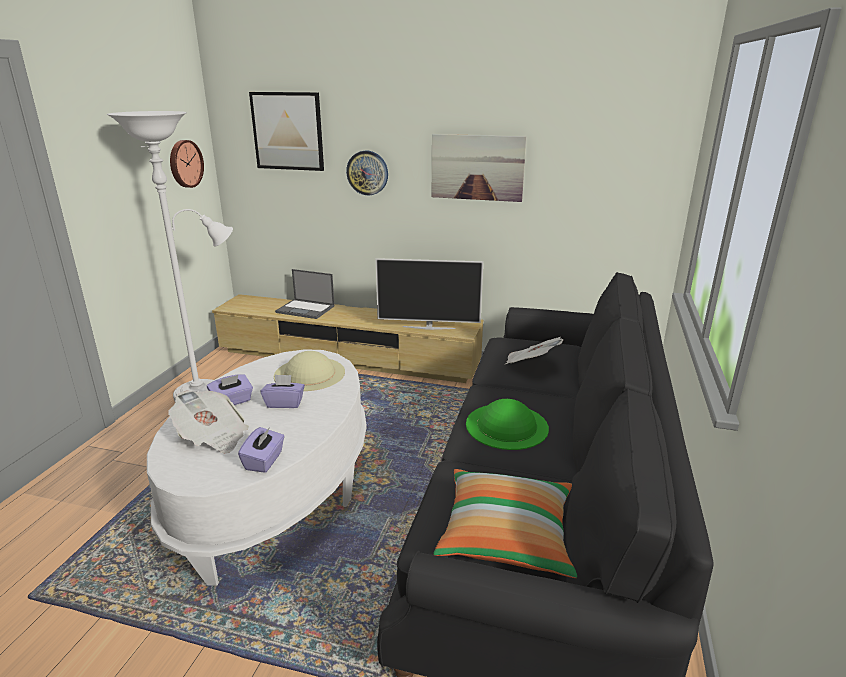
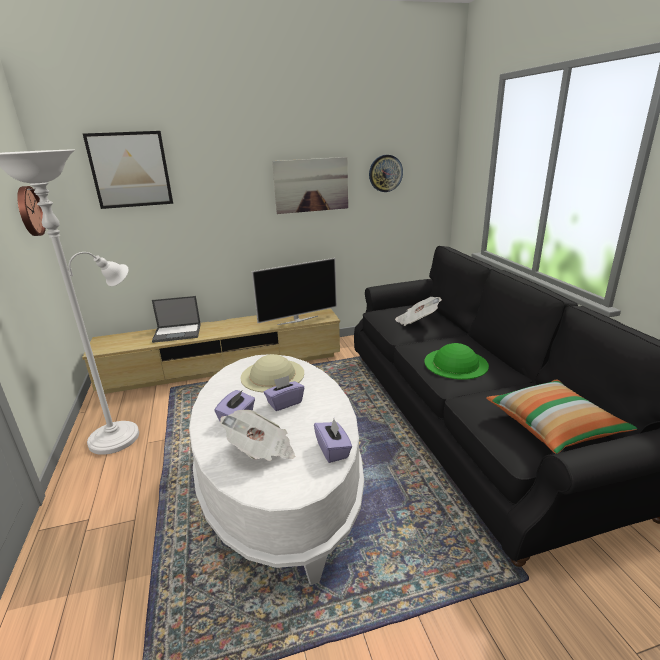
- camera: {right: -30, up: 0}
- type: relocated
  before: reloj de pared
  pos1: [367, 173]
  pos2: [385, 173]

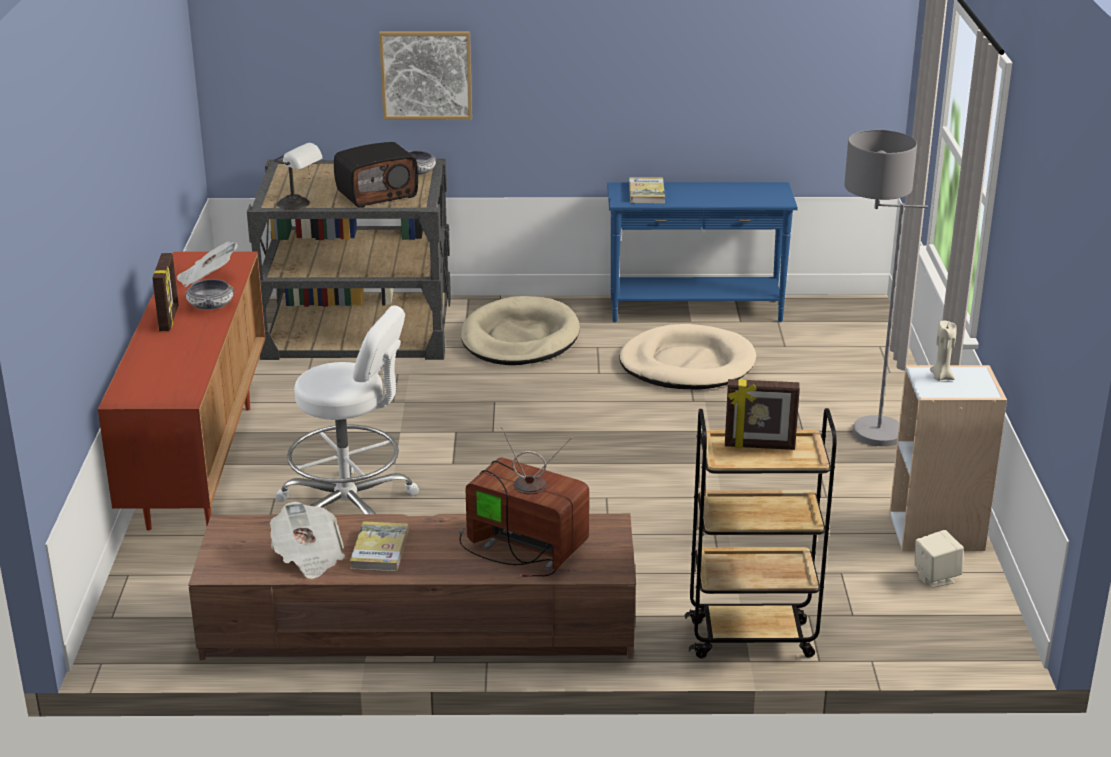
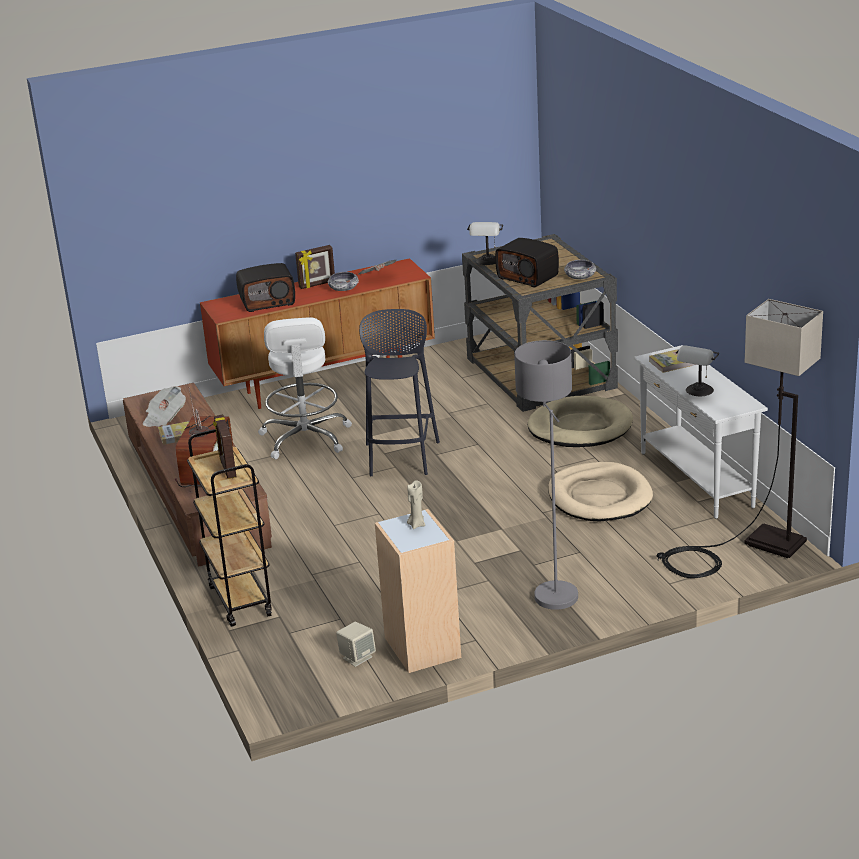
- camera: {right: 70, up: 0}
- type: appeared
  after: radio
  pos2: [267, 301]
- type: appeared
  after: taburete (gris)
  pos2: [401, 457]
- type: colour
  before: mesa consola (azul)
  after: mesa consola (blanco)
  pos1: [696, 310]
  pos2: [698, 479]
- type: appeared
  after: lámpara de pie
  pos2: [729, 553]
- type: appeared
  after: lámpara de mesa
  pos2: [698, 392]
- type: missing
  before: cuadro
  pos1: [426, 74]

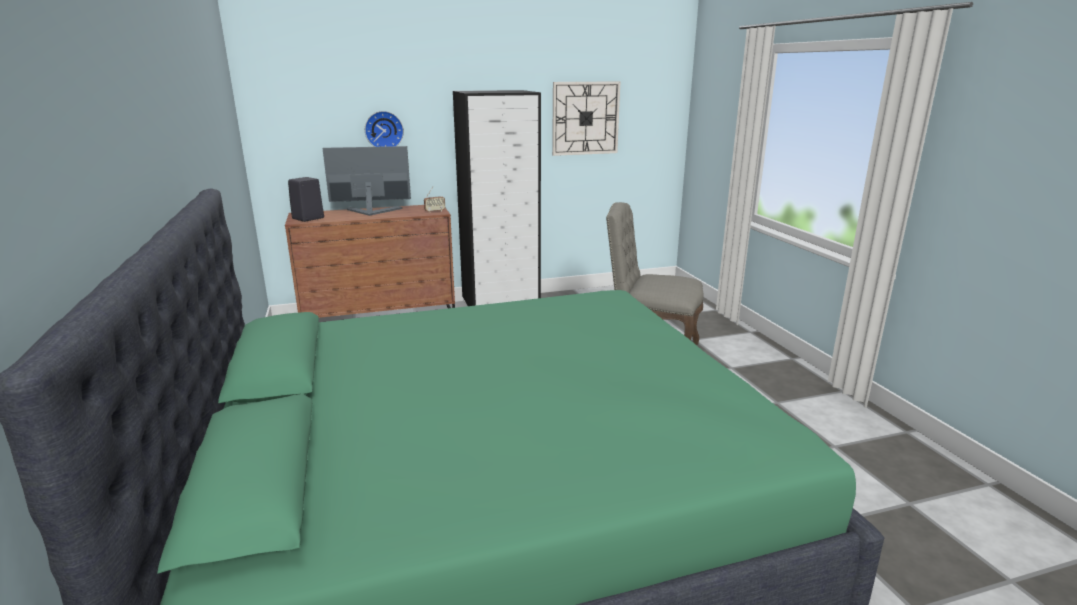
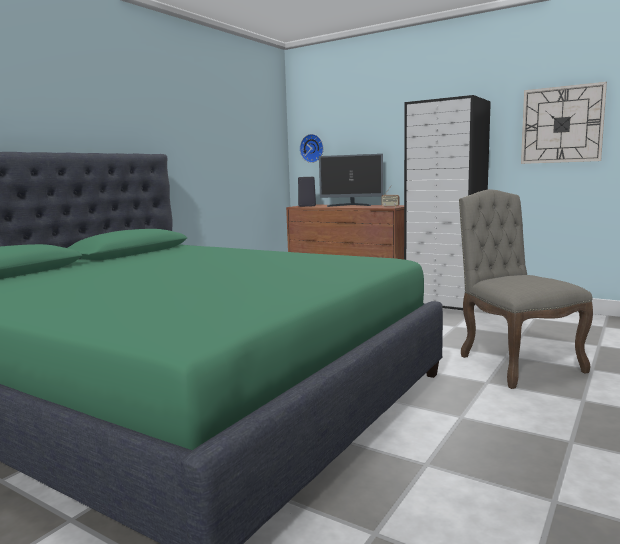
- camera: {right: 50, up: -10}
- type: relocated
  before: reloj de pared
  pos1: [384, 130]
  pos2: [312, 148]
- type: spun
  before: monitor
  pos1: [371, 211]
  pos2: [351, 205]
  turn: 150

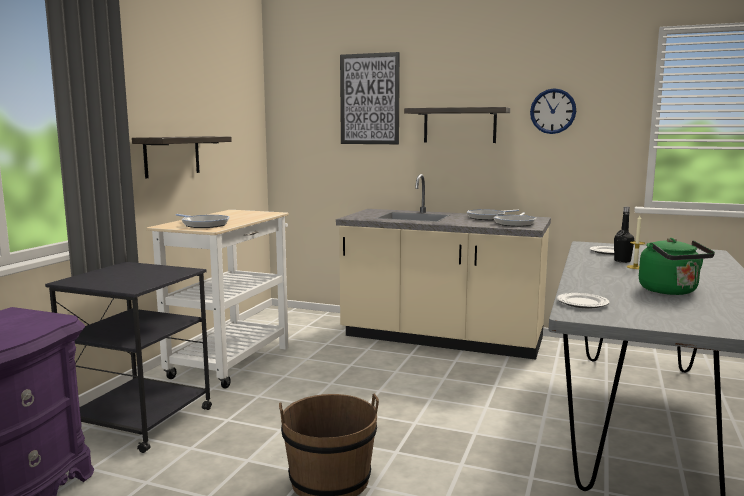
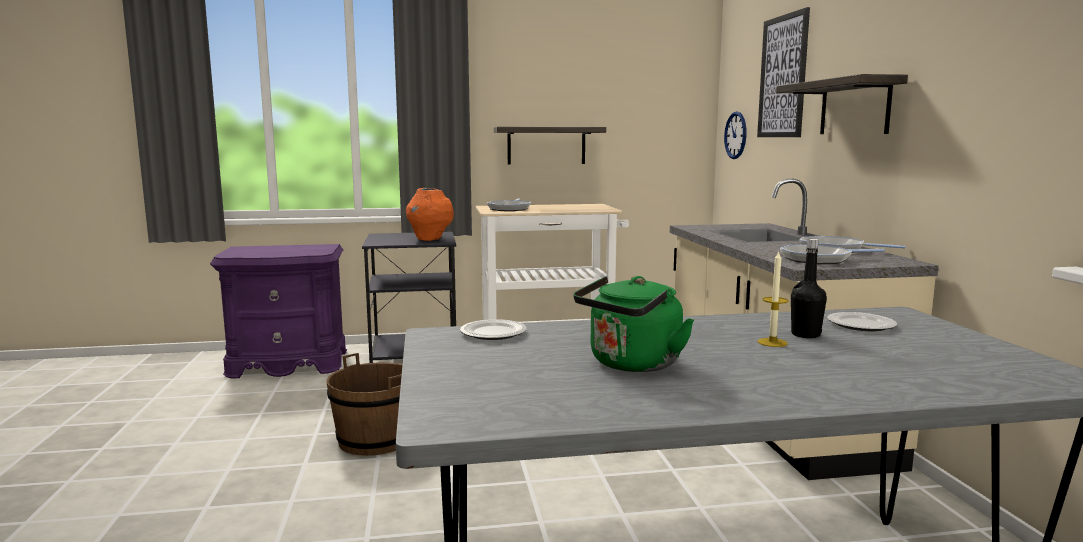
- camera: {right: 60, up: 0}
- type: appeared
  after: florero (naranja)
  pos2: [430, 239]
- type: relocated
  before: reloj de pared
  pos1: [553, 111]
  pos2: [736, 135]

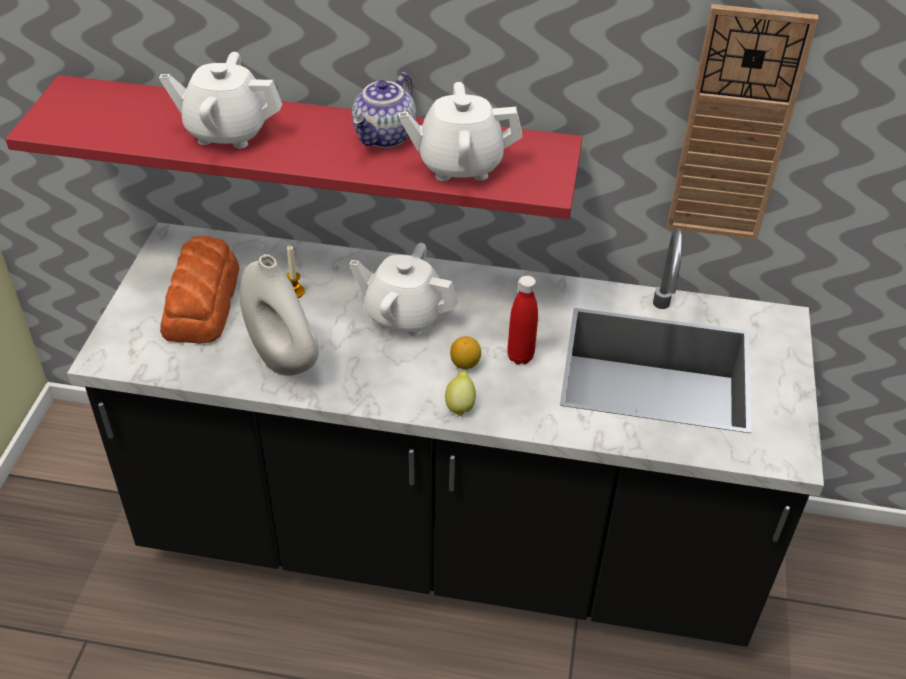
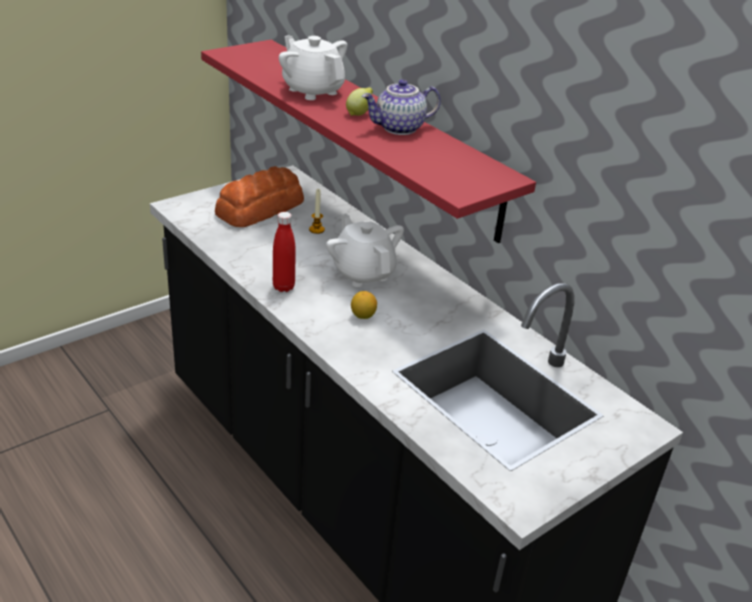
- camera: {right: 40, up: -10}
- type: relocated
  before: botella (rojo)
  pos1: [520, 356]
  pos2: [283, 287]
- type: relocated
  before: limón
  pos1: [460, 405]
  pos2: [359, 113]
- type: missing
  before: florero (blanco)
  pos1: [283, 358]
- type: missing
  before: tetera (blanco)
  pos1: [459, 164]
- type: missing
  before: reloj de pared
  pos1: [735, 128]

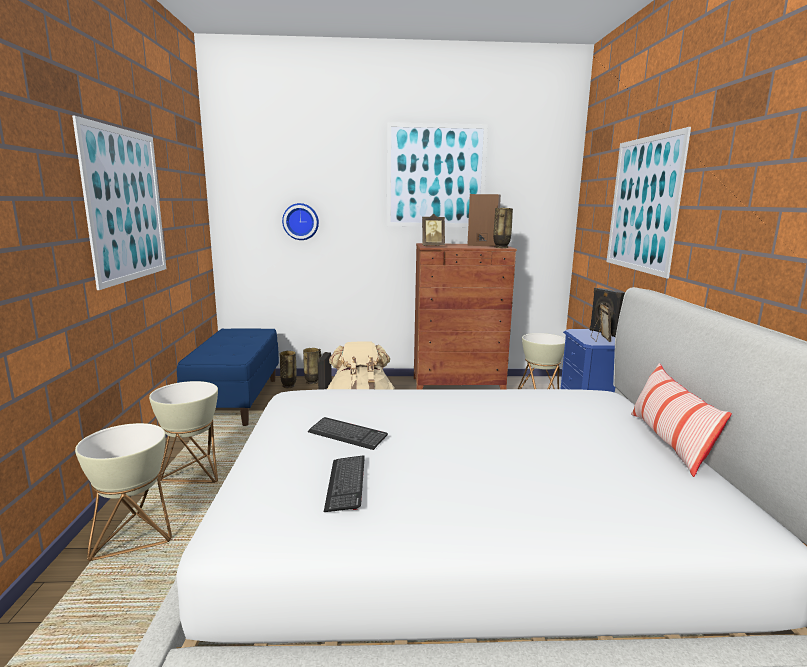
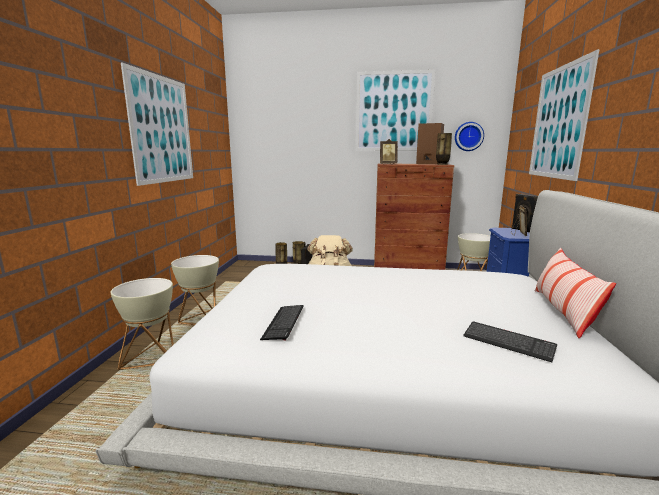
- camera: {right: 10, up: 0}
- type: relocated
  before: reloj de pared
  pos1: [301, 221]
  pos2: [468, 136]
- type: relocated
  before: teclado
  pos1: [347, 435]
  pos2: [508, 342]
- type: missing
  before: banco (azul)
  pos1: [236, 400]

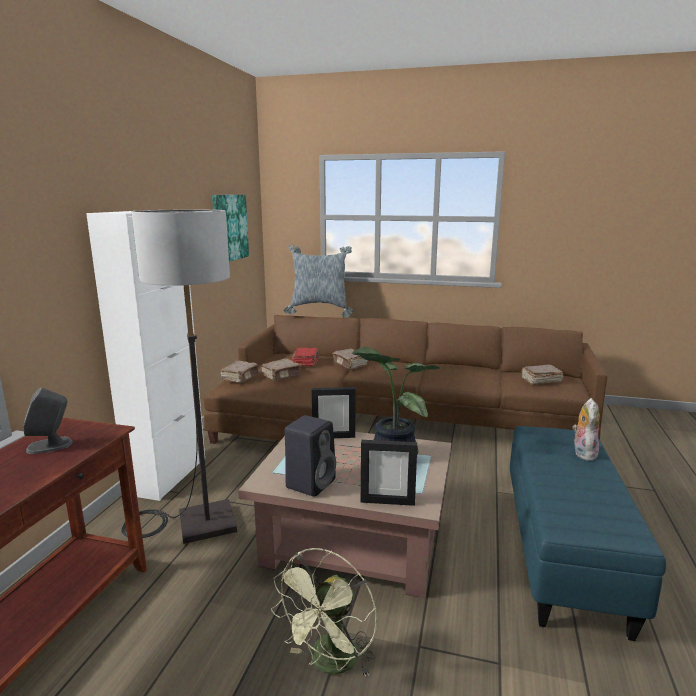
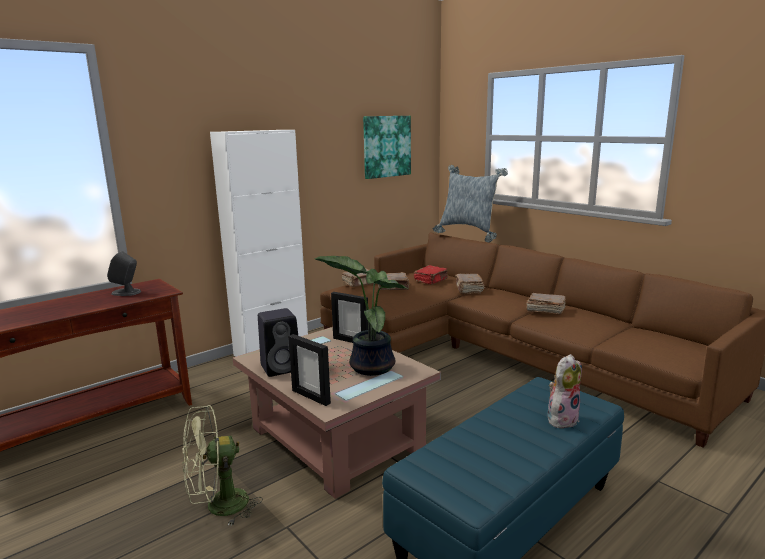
- camera: {right: 35, up: 0}
- type: relocated
  before: libro (marrón)
  pos1: [540, 381]
  pos2: [545, 310]
- type: missing
  before: lámpara de pie
  pos1: [189, 524]

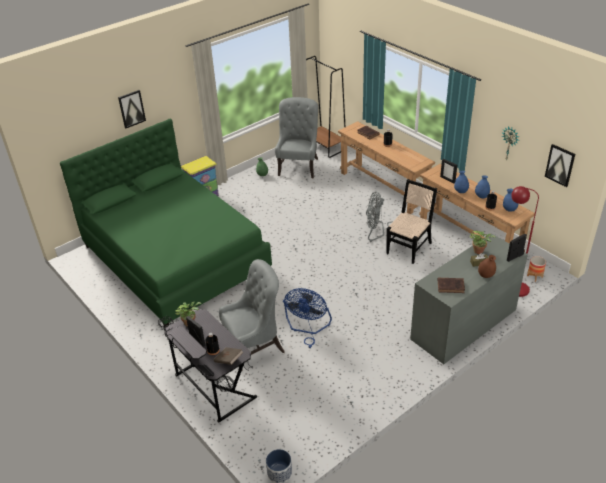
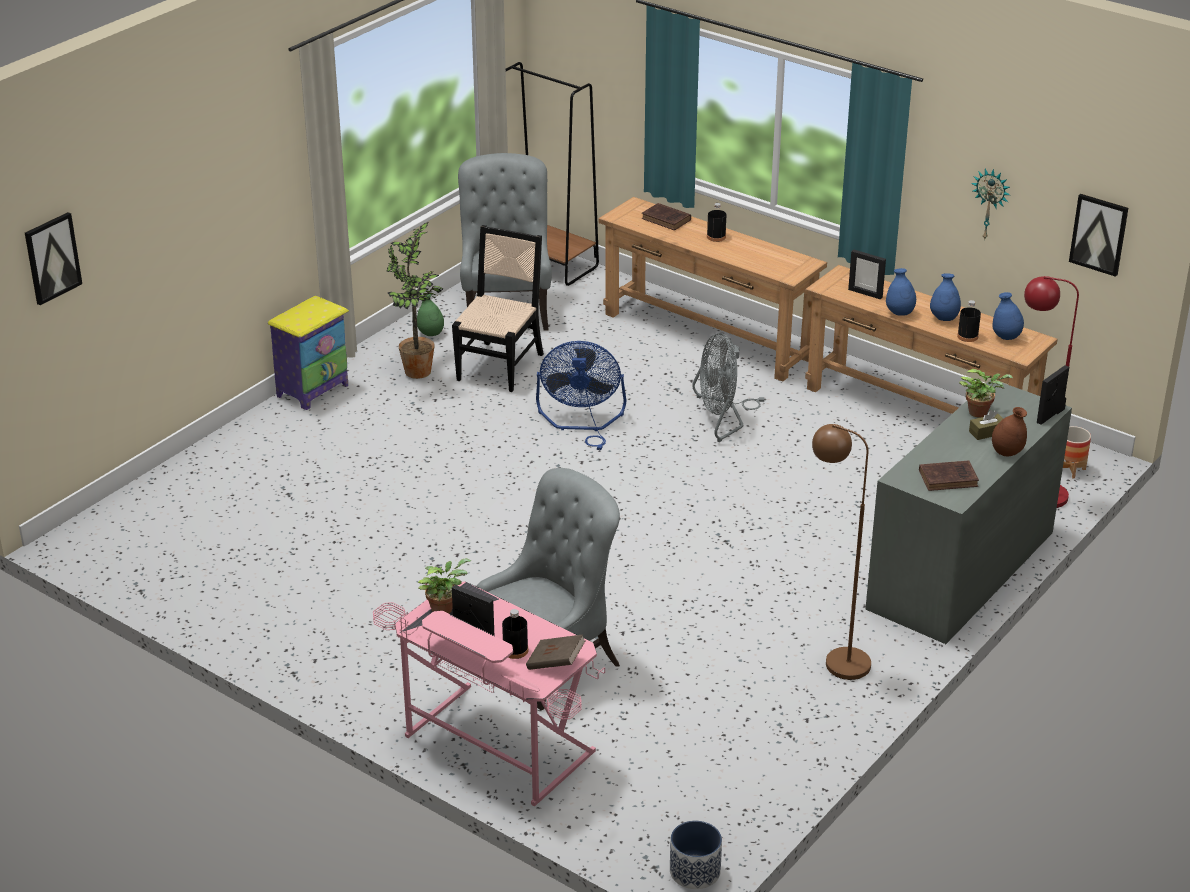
- camera: {right: -15, up: -5}
- type: relocated
  before: cuadro
  pos1: [131, 108]
  pos2: [52, 258]
- type: colour
  before: escritorio (negro)
  after: escritorio (rosa)
  pos1: [213, 387]
  pos2: [495, 746]
- type: appeared
  after: planta en maceta
  pos2: [418, 374]
- type: relocated
  before: silla
  pos1: [409, 248]
  pos2: [500, 367]
- type: relocated
  before: ventilador (azul)
  pos1: [307, 328]
  pos2: [583, 423]
- type: appeared
  after: lámpara de pie (marrón)
  pos2: [835, 660]
- type: missing
  before: cama (verde)
  pos1: [175, 258]

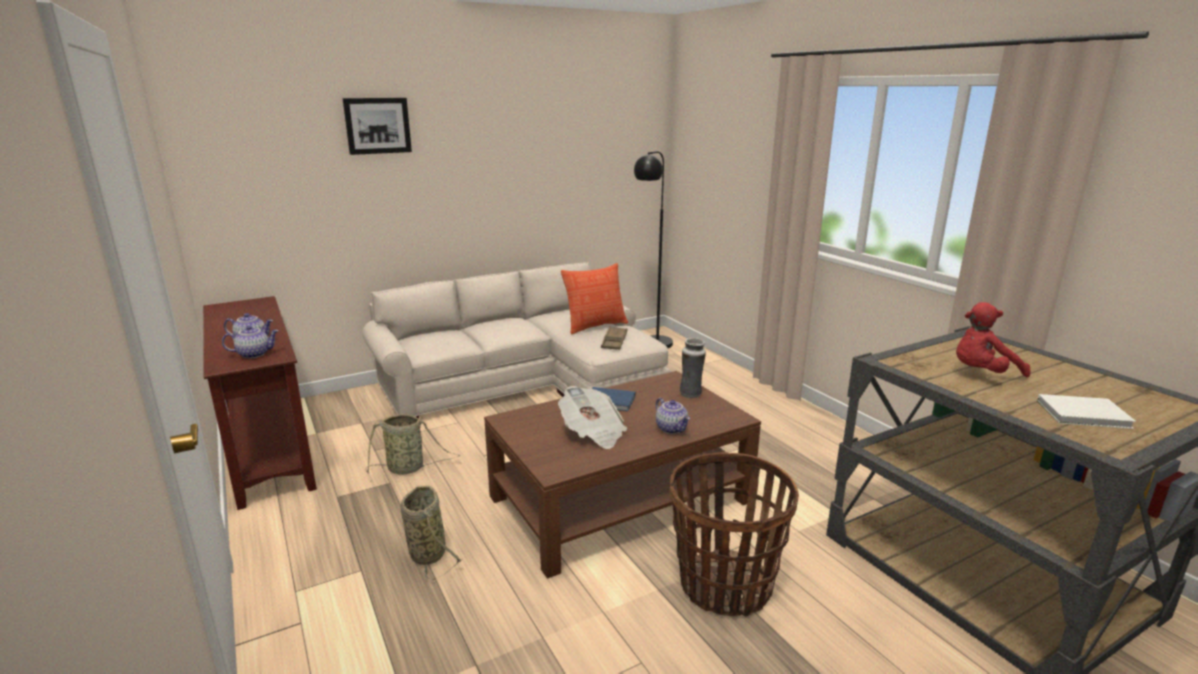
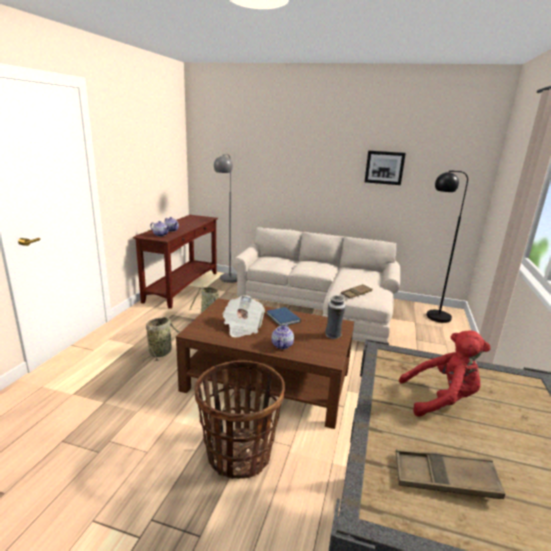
- camera: {right: 45, up: 0}
- type: appeared
  after: lámpara de pie (gris)
  pos2: [227, 281]
- type: relocated
  before: cuadro
  pos1: [377, 125]
  pos2: [384, 167]
- type: exchanged
  before: libro (blanco)
  after: bandeja (marrón)
  pos1: [1085, 415]
  pos2: [444, 479]
- type: spun
  before: peluche (rojo)
  pos1: [982, 374]
  pos2: [441, 400]
  turn: 150
- type: missing
  before: cojín (naranja)
  pos1: [595, 326]

